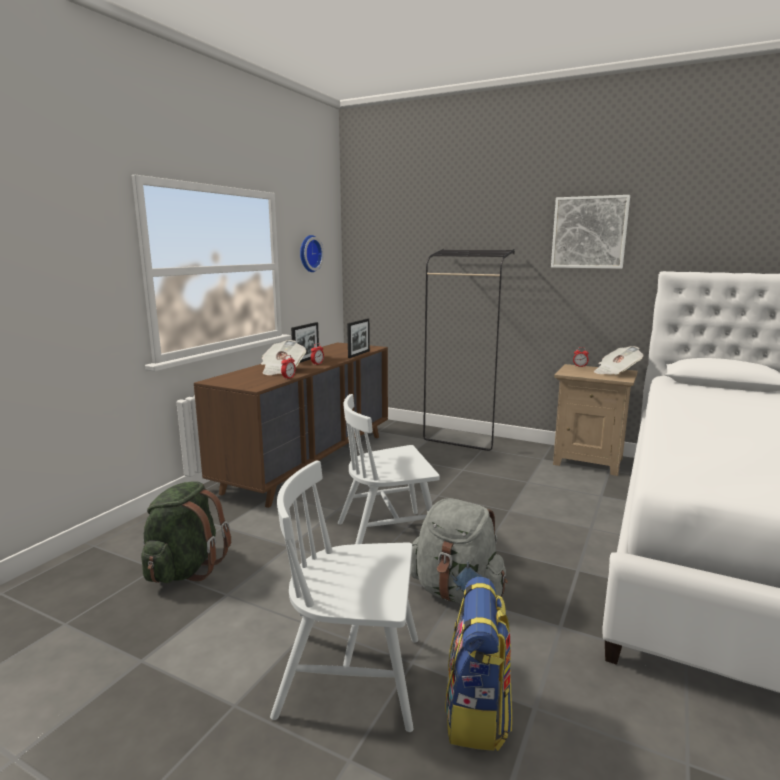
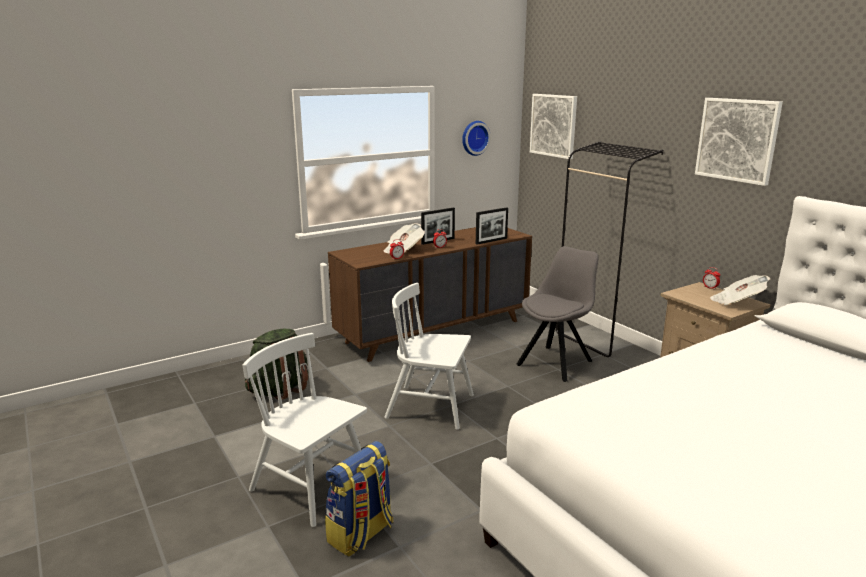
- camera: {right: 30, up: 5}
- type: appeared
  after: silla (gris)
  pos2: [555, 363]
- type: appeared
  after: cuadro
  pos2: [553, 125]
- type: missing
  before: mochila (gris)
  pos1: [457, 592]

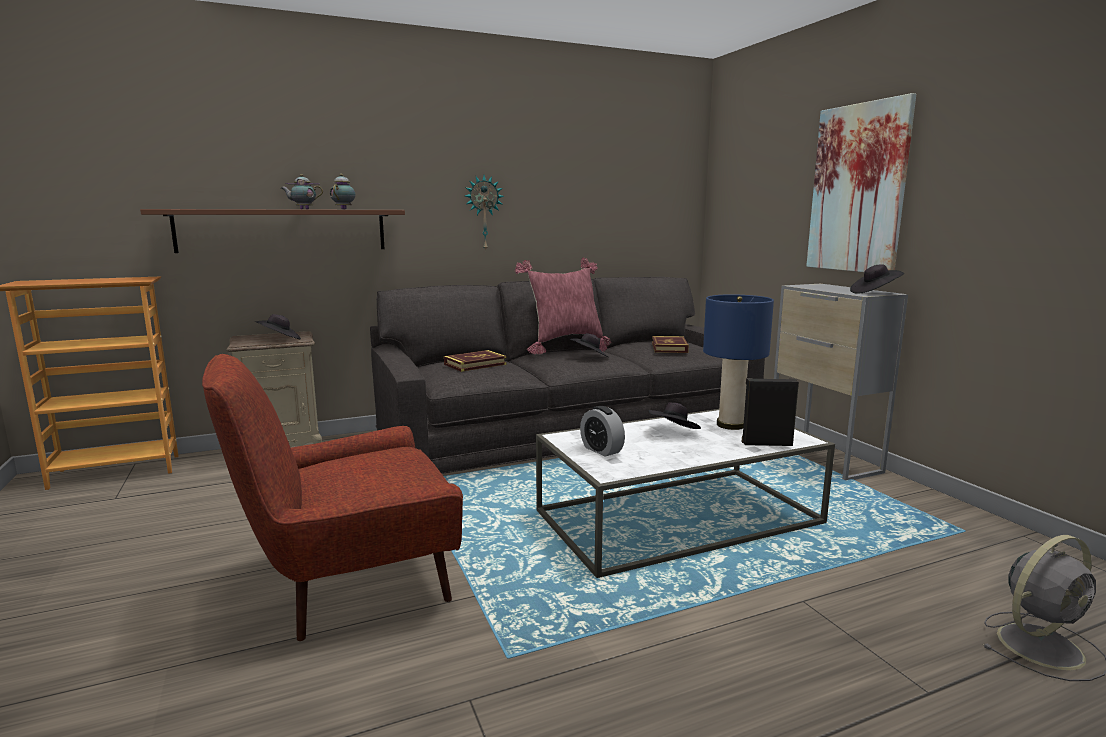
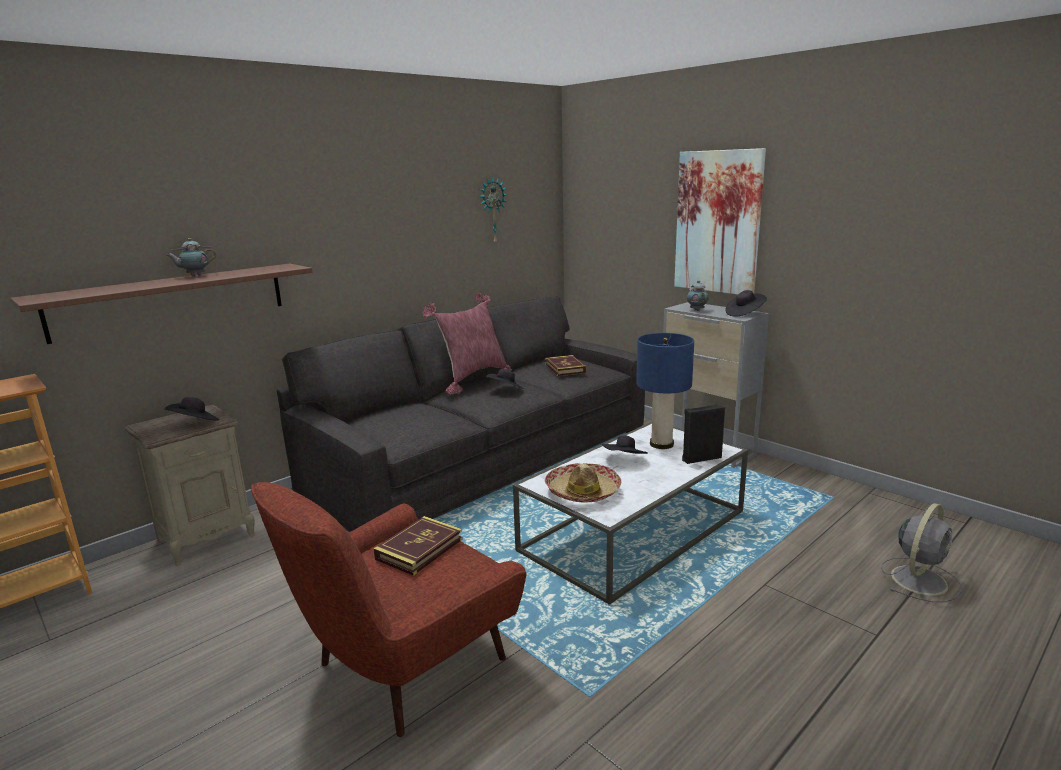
- camera: {right: -20, up: 5}
- type: relocated
  before: libro
  pos1: [475, 364]
  pos2: [419, 549]
- type: relocated
  before: reloj de pared
  pos1: [483, 213]
  pos2: [492, 211]
- type: exchanged
  before: despertador
  after: sombrero
  pos1: [601, 450]
  pos2: [582, 491]
- type: relocated
  before: tetera
  pos1: [344, 209]
  pos2: [696, 310]

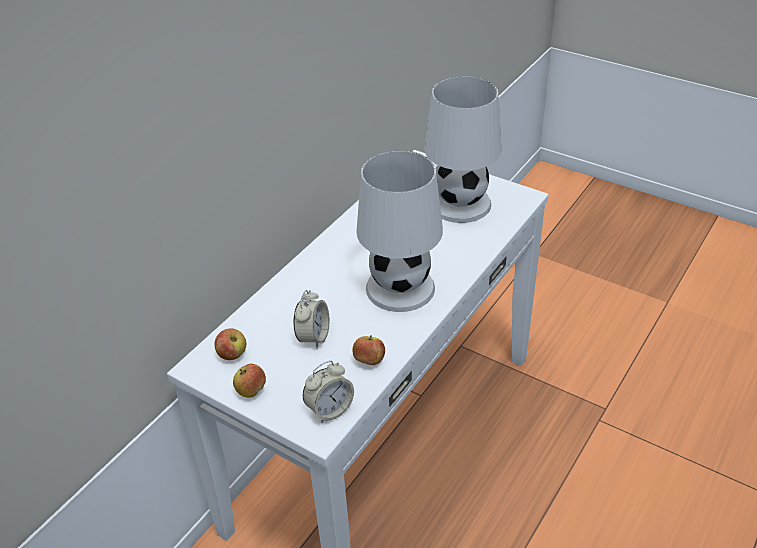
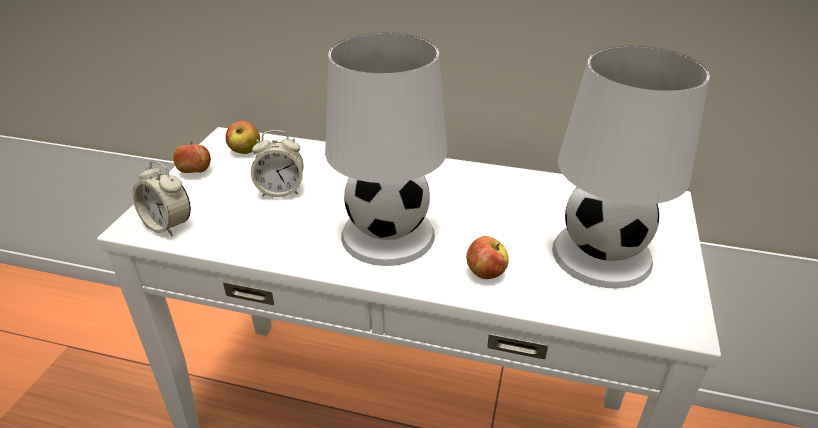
- camera: {right: 70, up: -5}
- type: relocated
  before: manzana
  pos1: [369, 360]
  pos2: [485, 273]

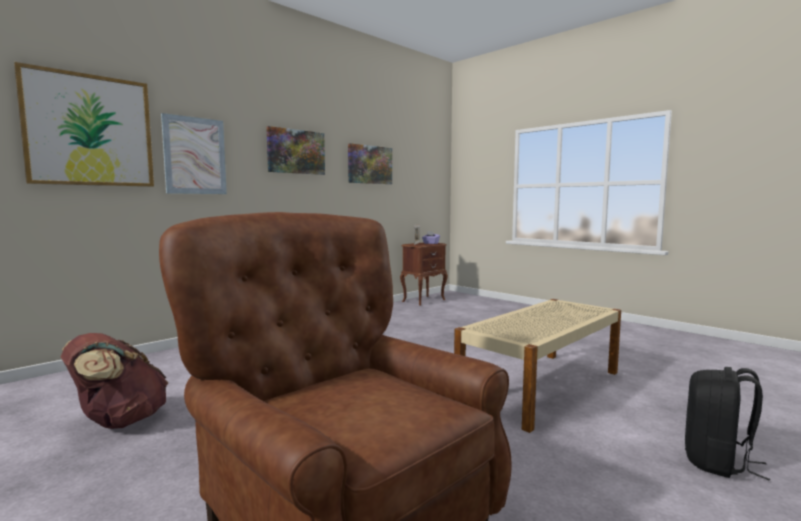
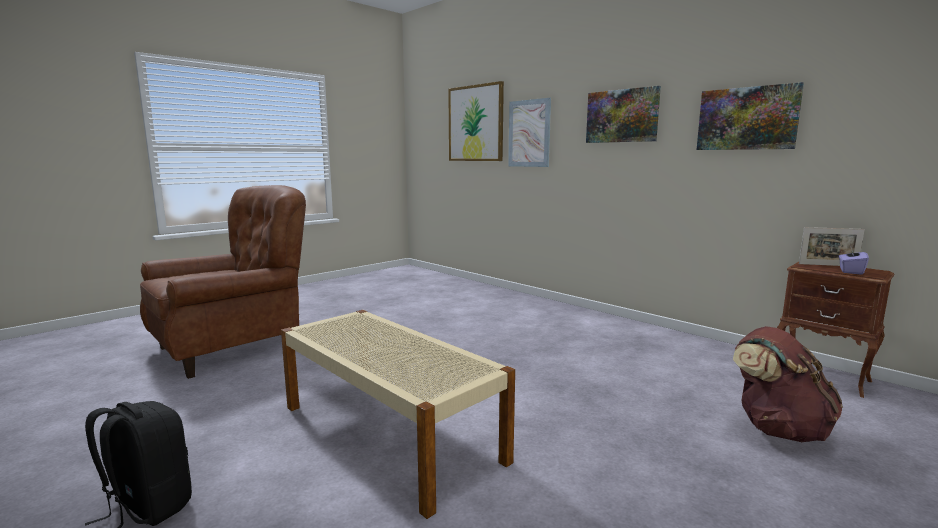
- camera: {right: 90, up: 5}
- type: relocated
  before: mochila (marrón)
  pos1: [119, 421]
  pos2: [777, 429]

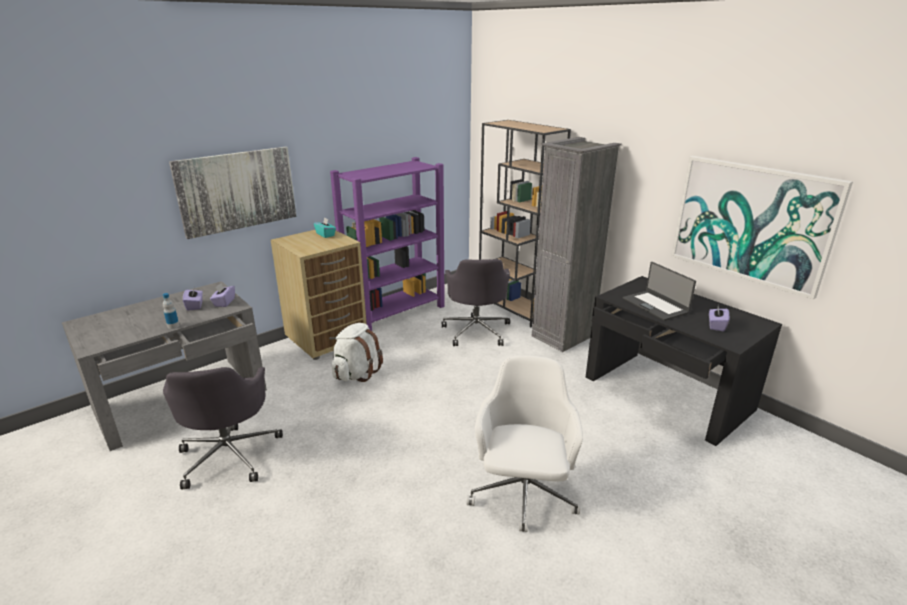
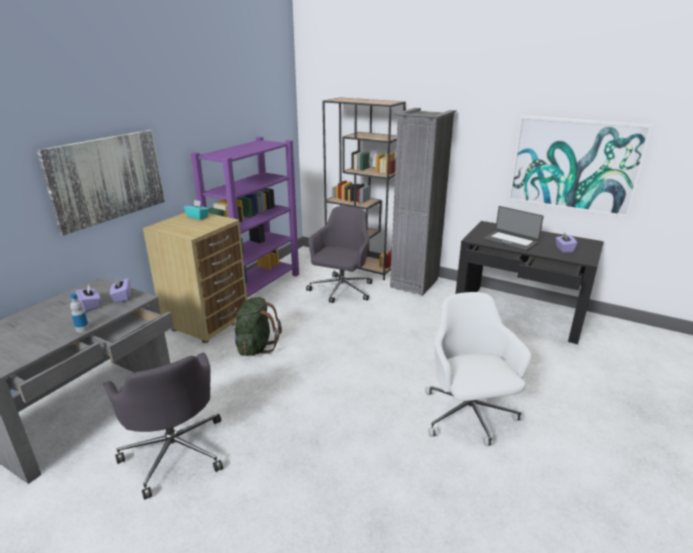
- camera: {right: -20, up: 0}
- type: colour
  before: mochila (blanco)
  after: mochila (verde)
  pos1: [356, 373]
  pos2: [256, 347]
- type: spun
  before: silla de oficina (gris)
  pos1: [476, 331]
  pos2: [341, 290]
  turn: -135

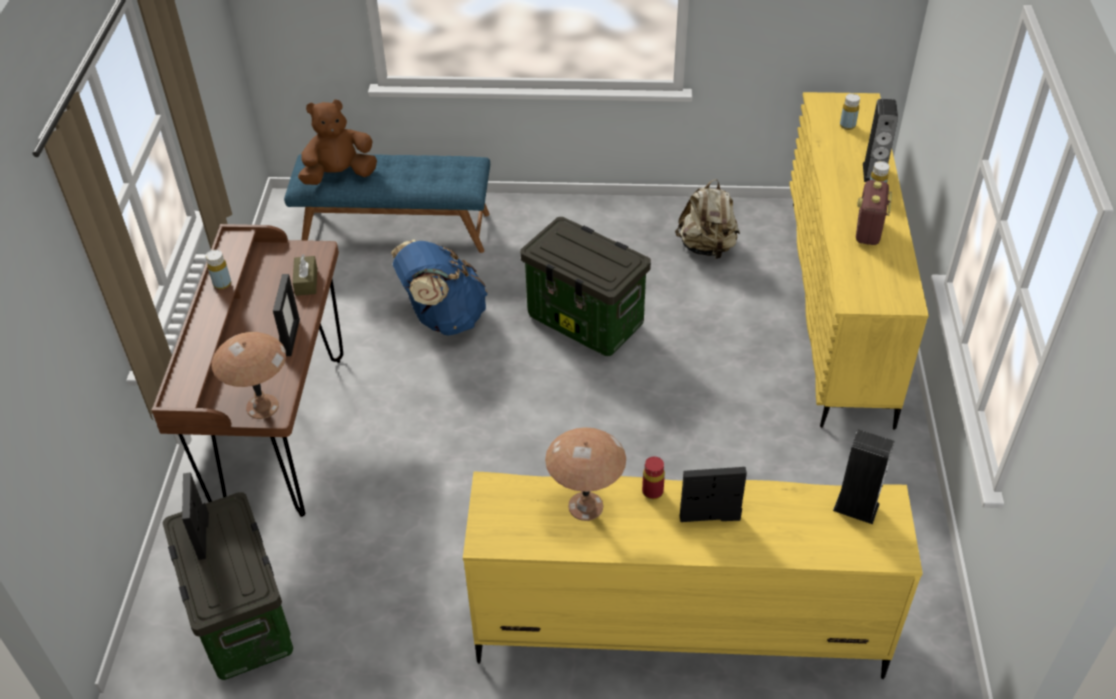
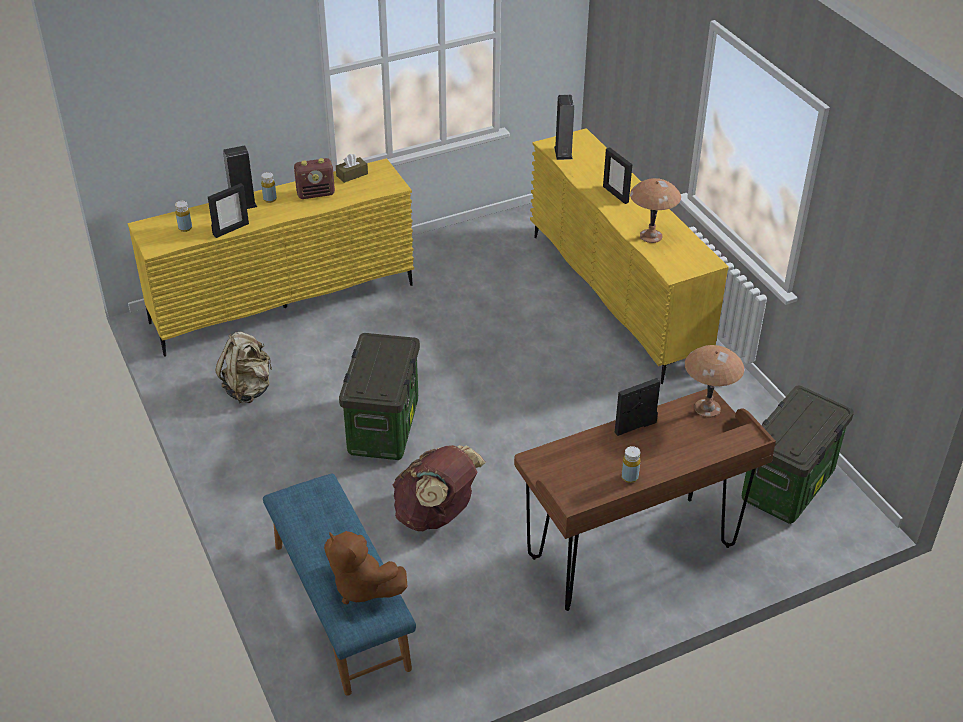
- camera: {right: -120, up: -5}
- type: relocated
  before: portarretratos
  pos1: [203, 536]
  pos2: [231, 229]
- type: relocated
  before: caja de pañuelos (marrón)
  pos1: [306, 281]
  pos2: [352, 175]
- type: colour
  before: mochila (azul)
  after: mochila (marrón)
  pos1: [443, 317]
  pos2: [436, 514]
- type: missing
  before: botella (rojo)
  pos1: [652, 492]

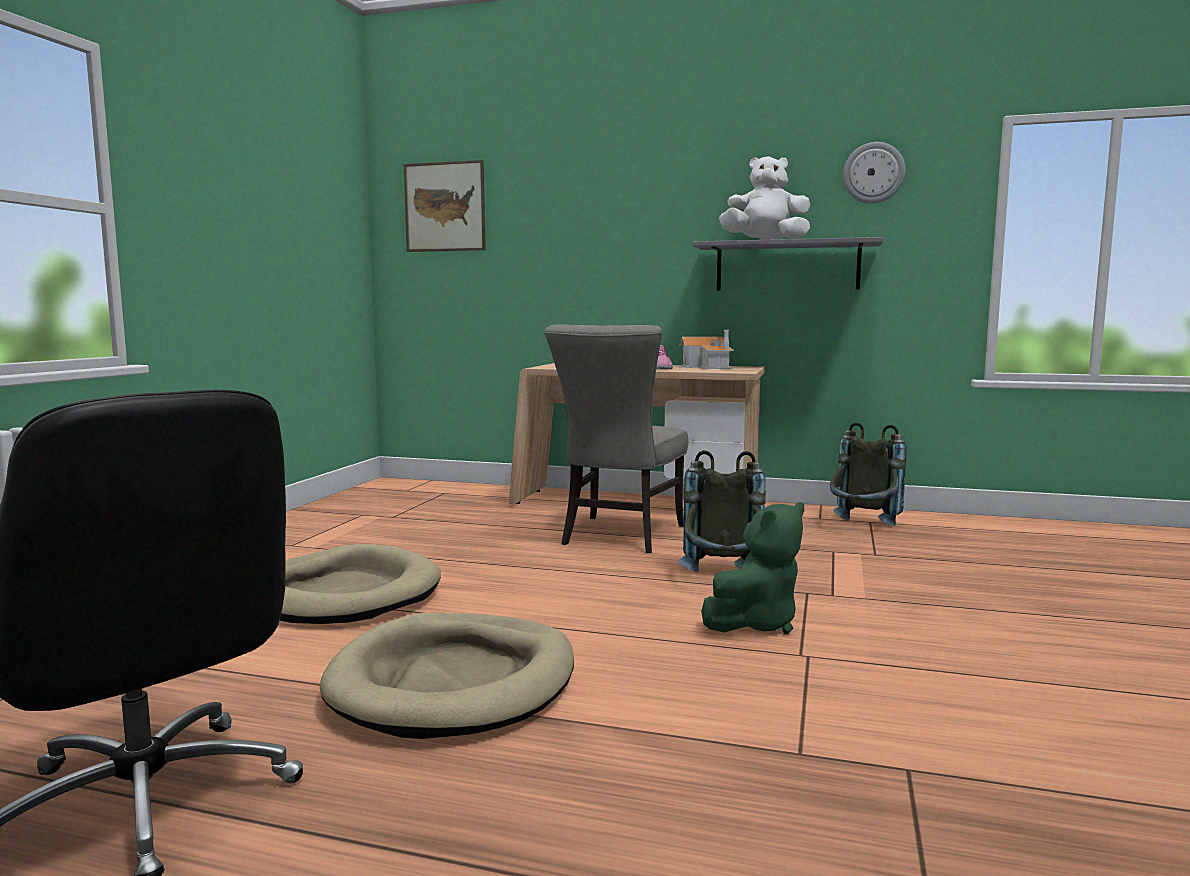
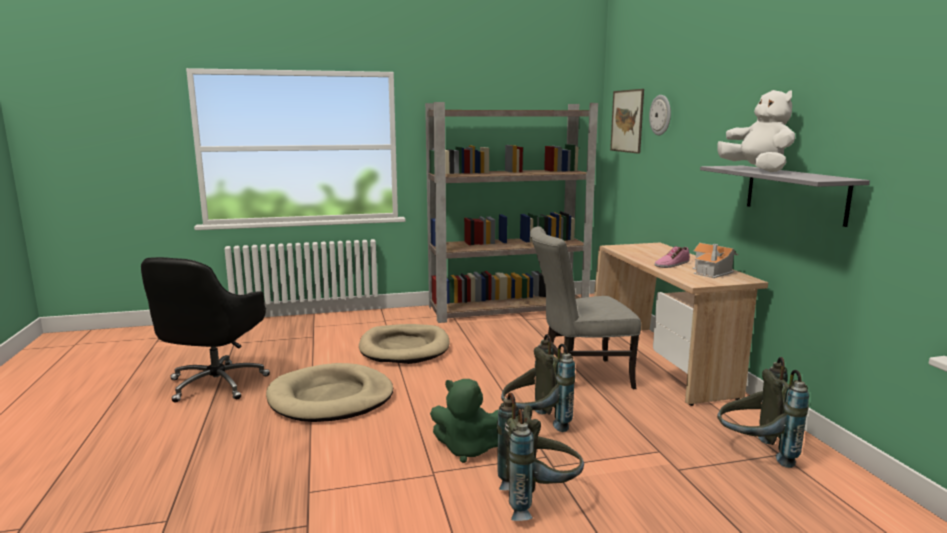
- camera: {right: 60, up: 5}
- type: appeared
  after: estantería (marrón)
  pos2: [508, 309]
- type: appeared
  after: mochila (gris)
  pos2: [538, 500]
- type: relocated
  before: reloj de pared
  pos1: [873, 173]
  pos2: [661, 115]

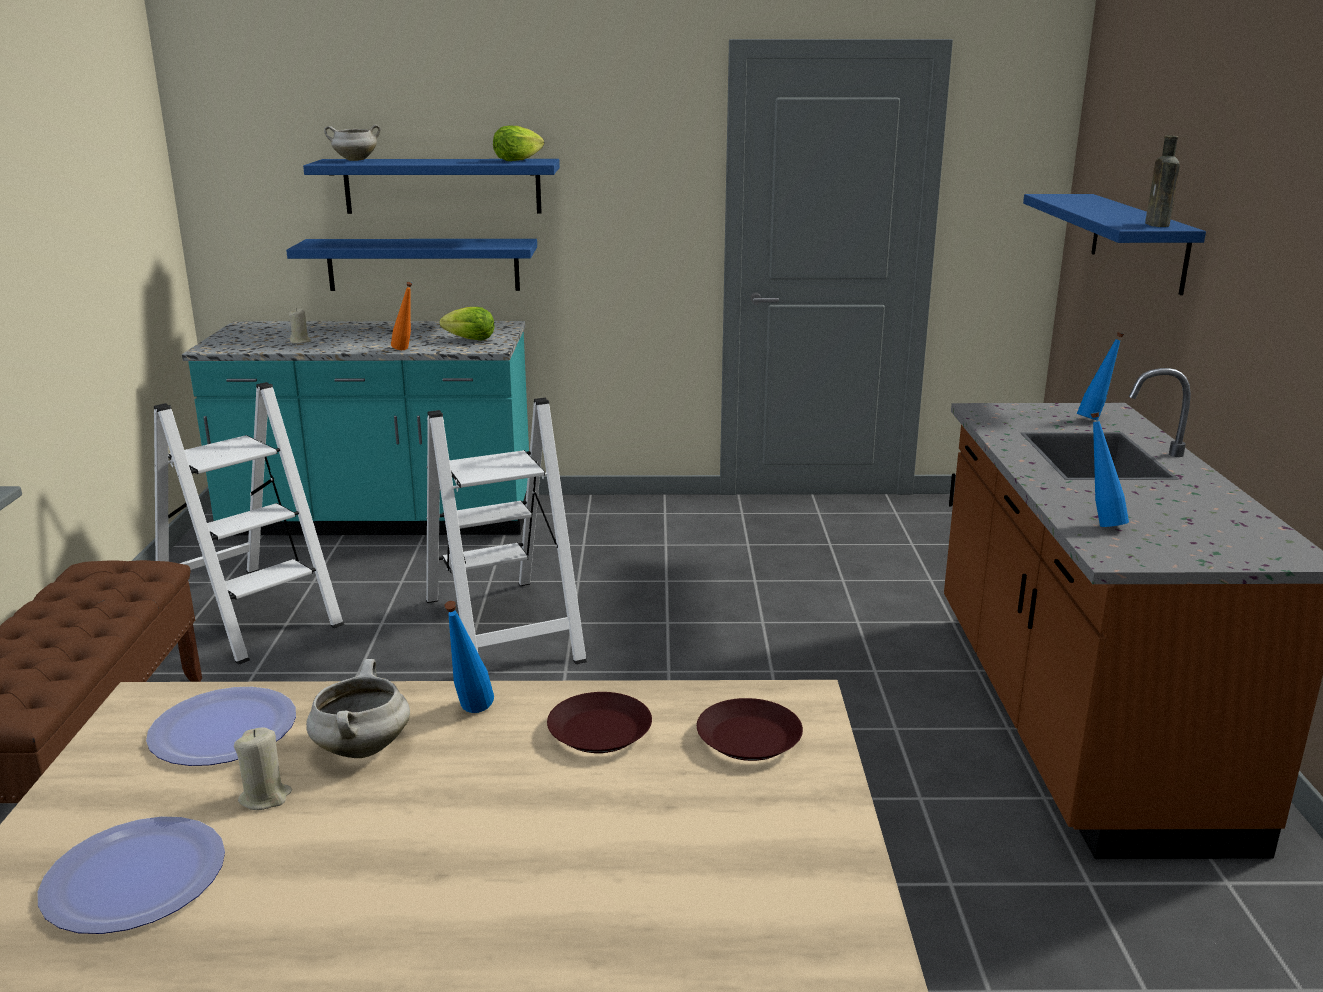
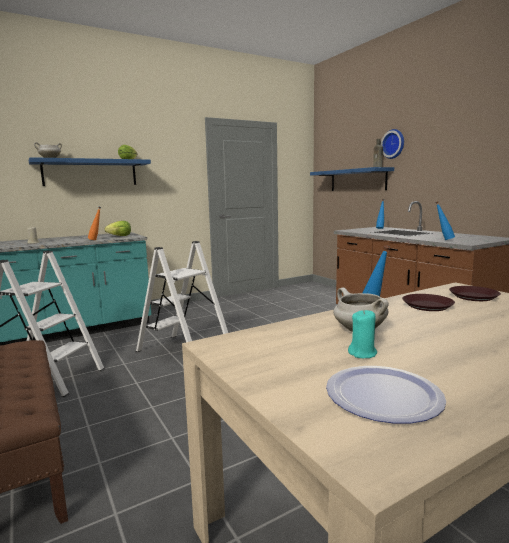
- camera: {right: -30, up: -10}
- type: colour
  before: vela (beis)
  after: vela (turquesa)
  pos1: [265, 797]
  pos2: [363, 353]
- type: appeared
  after: reloj de pared
  pos2: [394, 144]
- type: missing
  before: plato
  pos1: [224, 729]
- type: missing
  before: estante (azul)
  pos1: [423, 264]

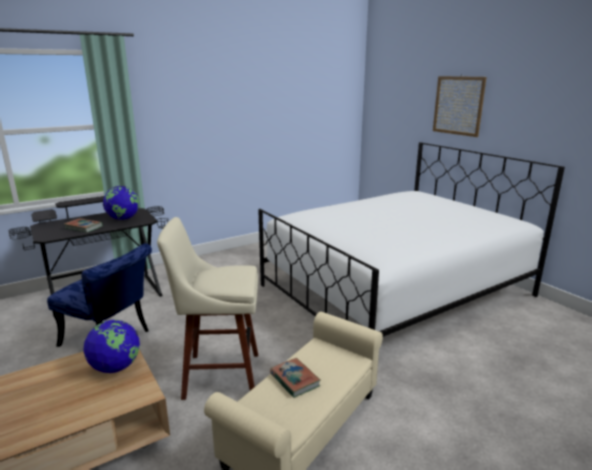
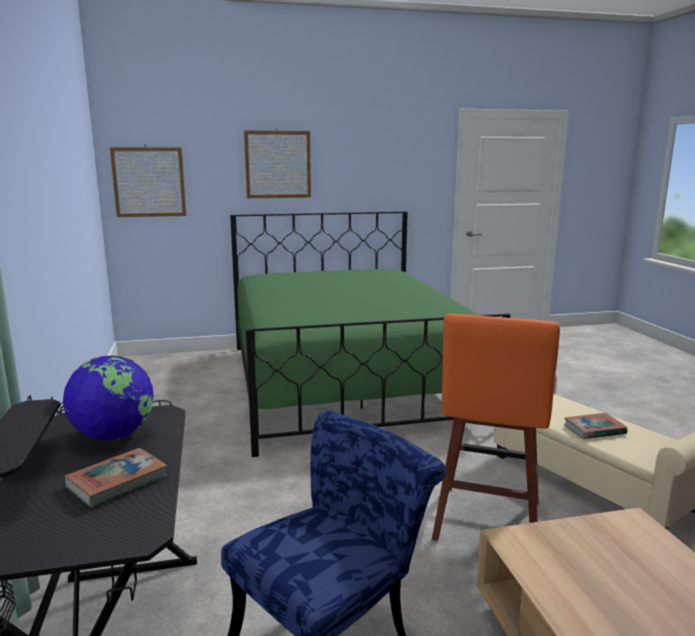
- camera: {right: -70, up: -5}
- type: appeared
  after: cuadro
  pos2: [149, 181]
- type: colour
  before: cama (blanco)
  after: cama (verde)
  pos1: [396, 290]
  pos2: [346, 382]
- type: colour
  before: taburete (beis)
  after: taburete (naranja)
  pos1: [219, 375]
  pos2: [486, 522]
- type: missing
  before: globo terráqueo
  pos1: [115, 367]

